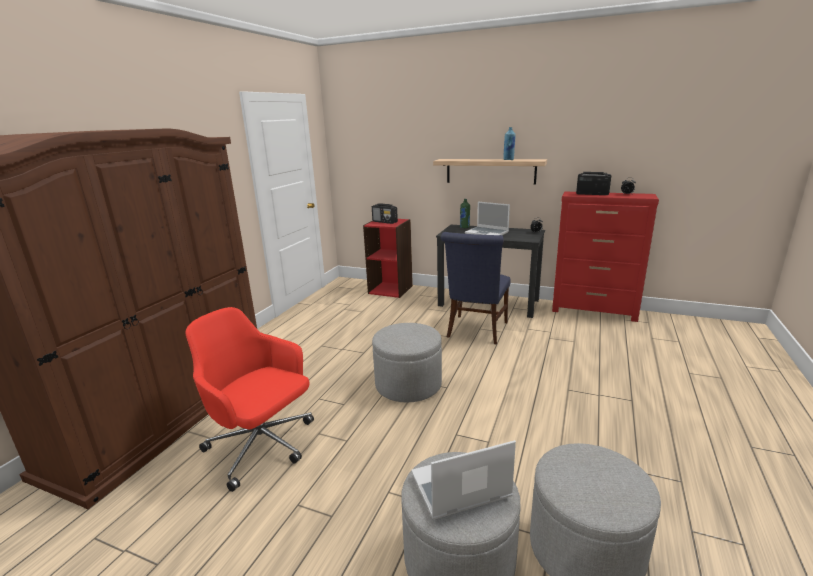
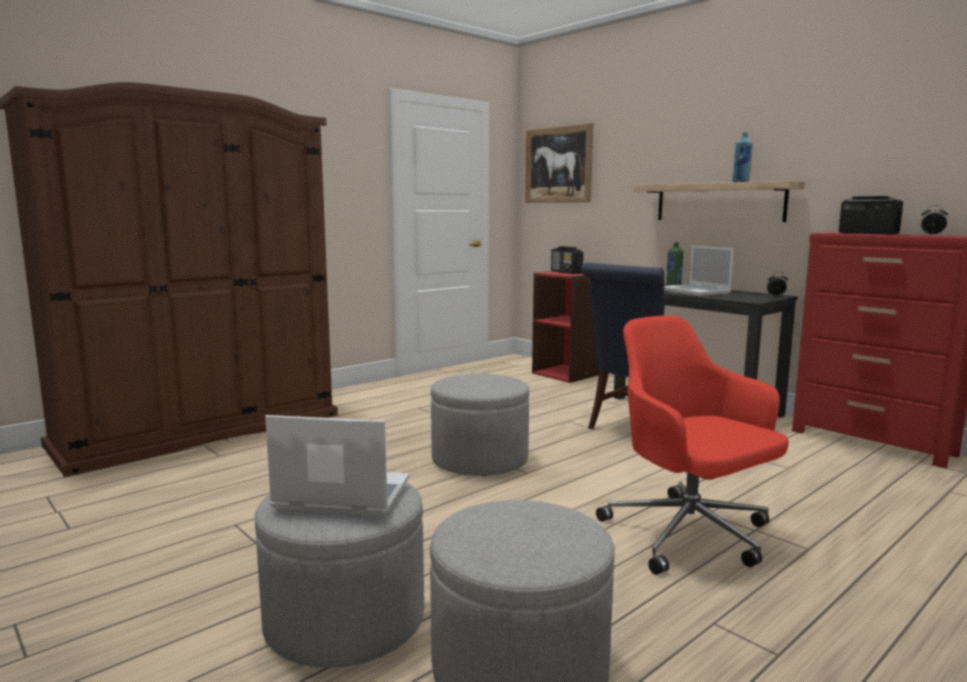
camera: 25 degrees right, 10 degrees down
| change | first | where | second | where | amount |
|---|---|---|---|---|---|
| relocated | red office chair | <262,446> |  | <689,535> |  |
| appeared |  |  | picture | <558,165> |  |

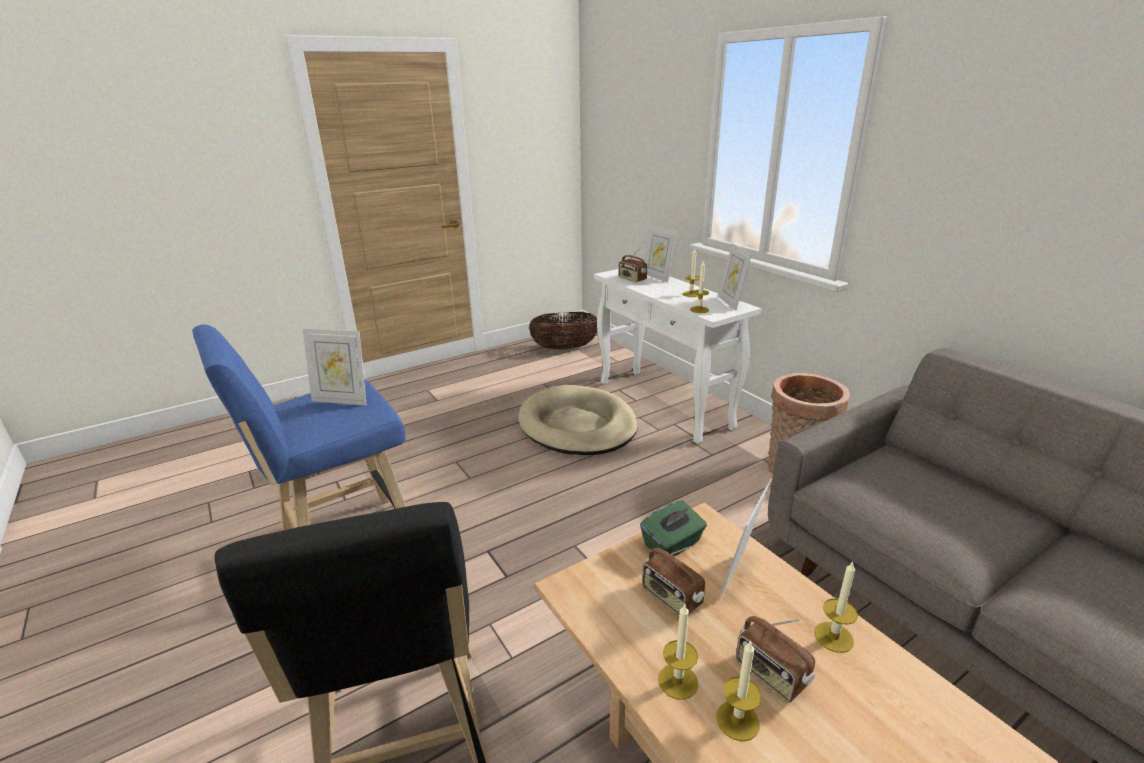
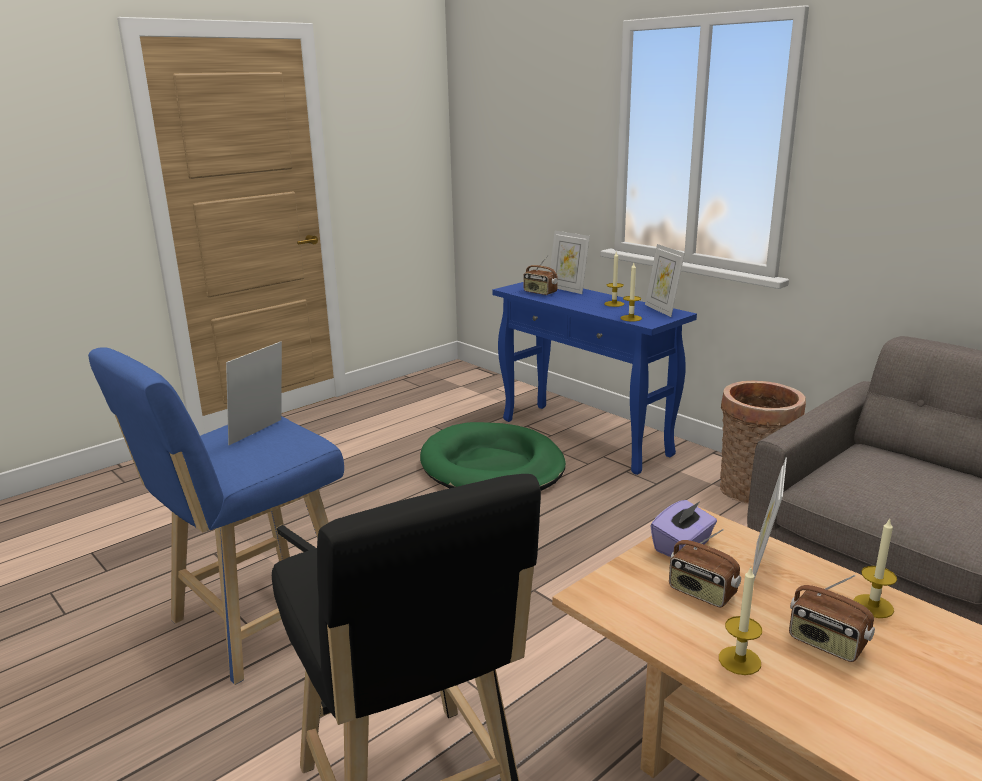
camera: 10 degrees left, 5 degrees down
| change | first | where | second | where | amount |
|---|---|---|---|---|---|
| colour | white console table | <665,405> | blue console table | <586,437> |  |
| missing | basket | <564,348> |  |  |  |
| spun | picture frame | <342,400> |  | <261,433> | 120 degrees clockwise |
| colour | beige dog bed | <577,425> | green dog bed | <492,467> |  |
| colour | green tissue box | <672,544> | purple tissue box | <682,547> |  |
| missing | candle | <737,720> |  |  |  |

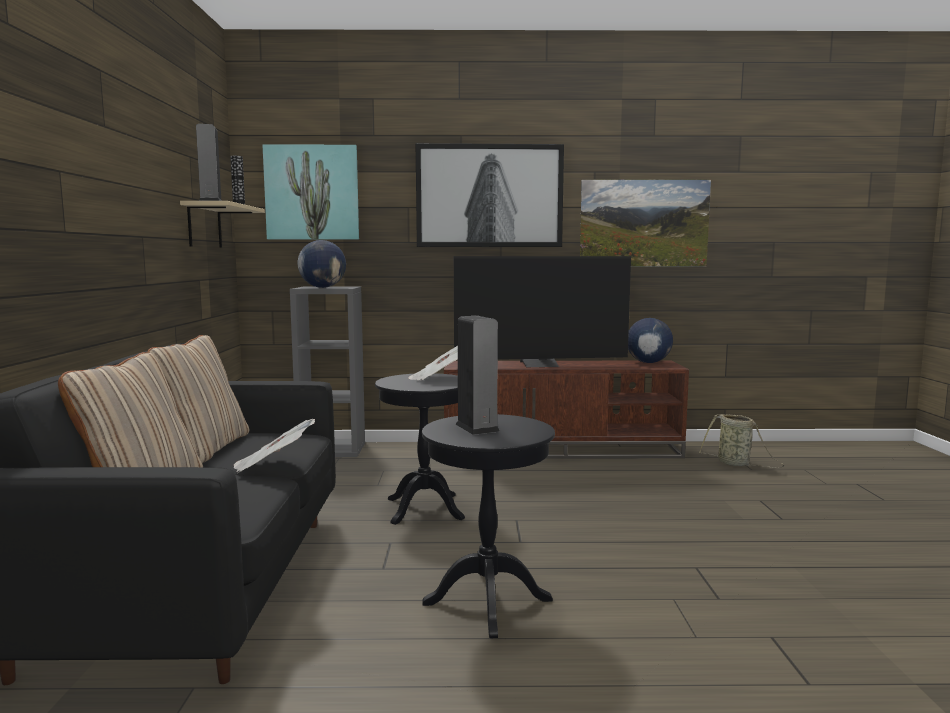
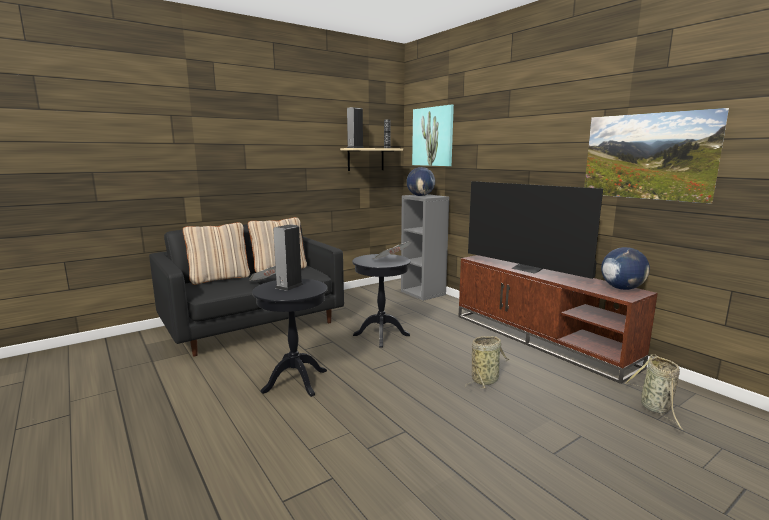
camera: 55 degrees right, 5 degrees up
| change | first | where | second | where | amount |
|---|---|---|---|---|---|
| missing | picture | <489,196> |  |  |  |
| appeared |  |  | basket | <486,380> |  |

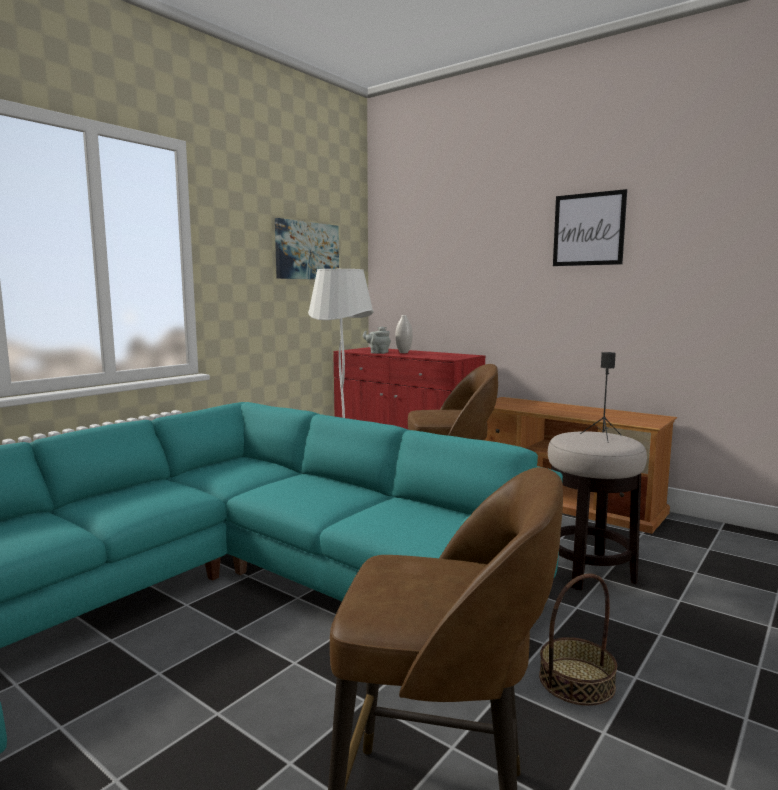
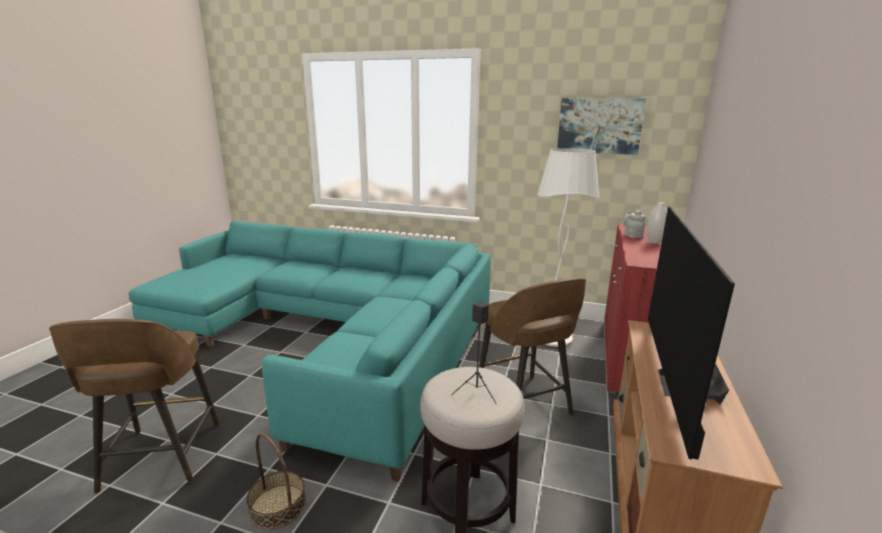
camera: 70 degrees right, 10 degrees up
| change | first | where | second | where | amount |
|---|---|---|---|---|---|
| missing | picture | <588,229> |  |  |  |
| appeared |  |  | television | <678,385> |  |

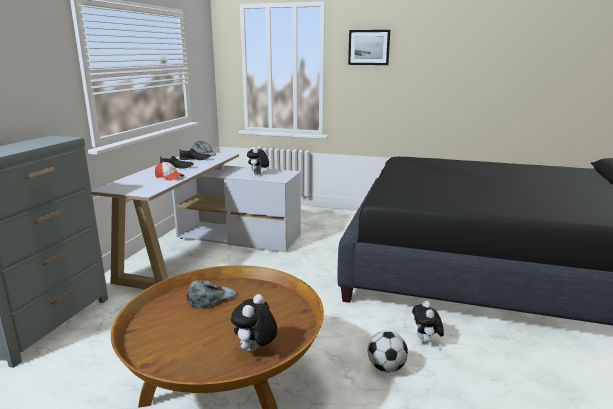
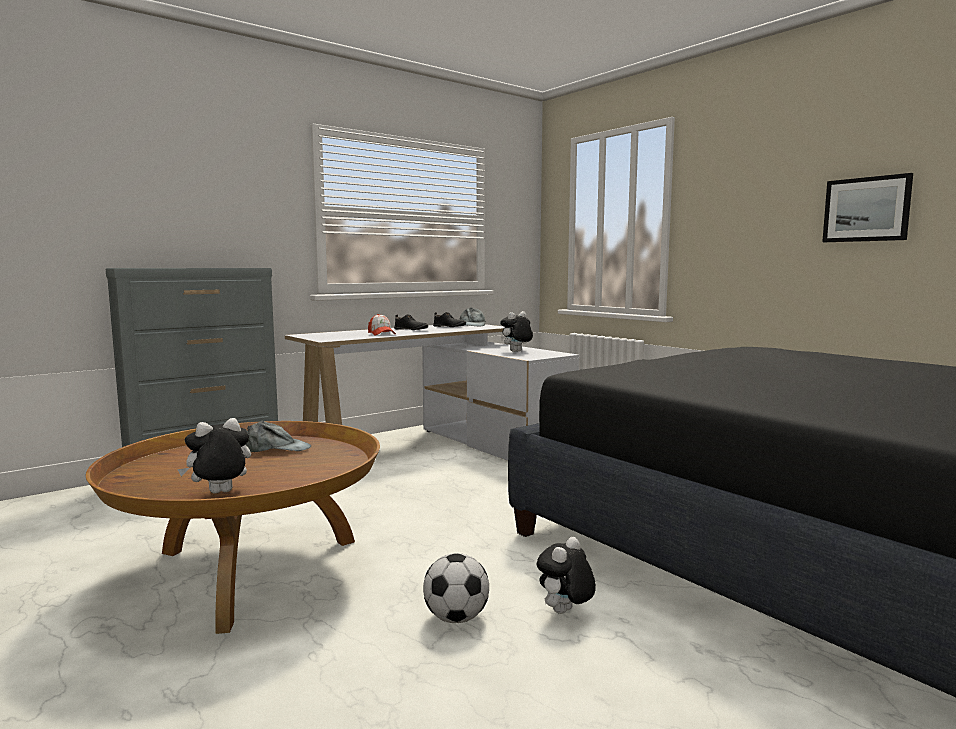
camera: 35 degrees right, 10 degrees down
| change | first | where | second | where | amount |
|---|---|---|---|---|---|
| relocated | picture | <369,47> |  | <866,209> |  |

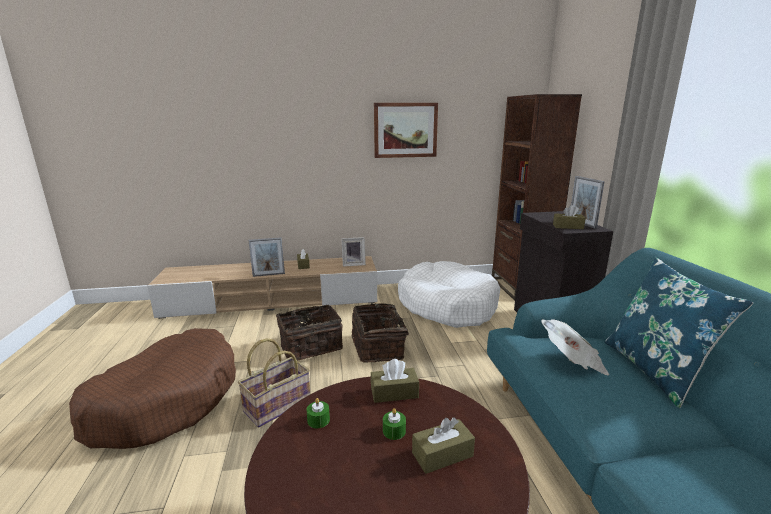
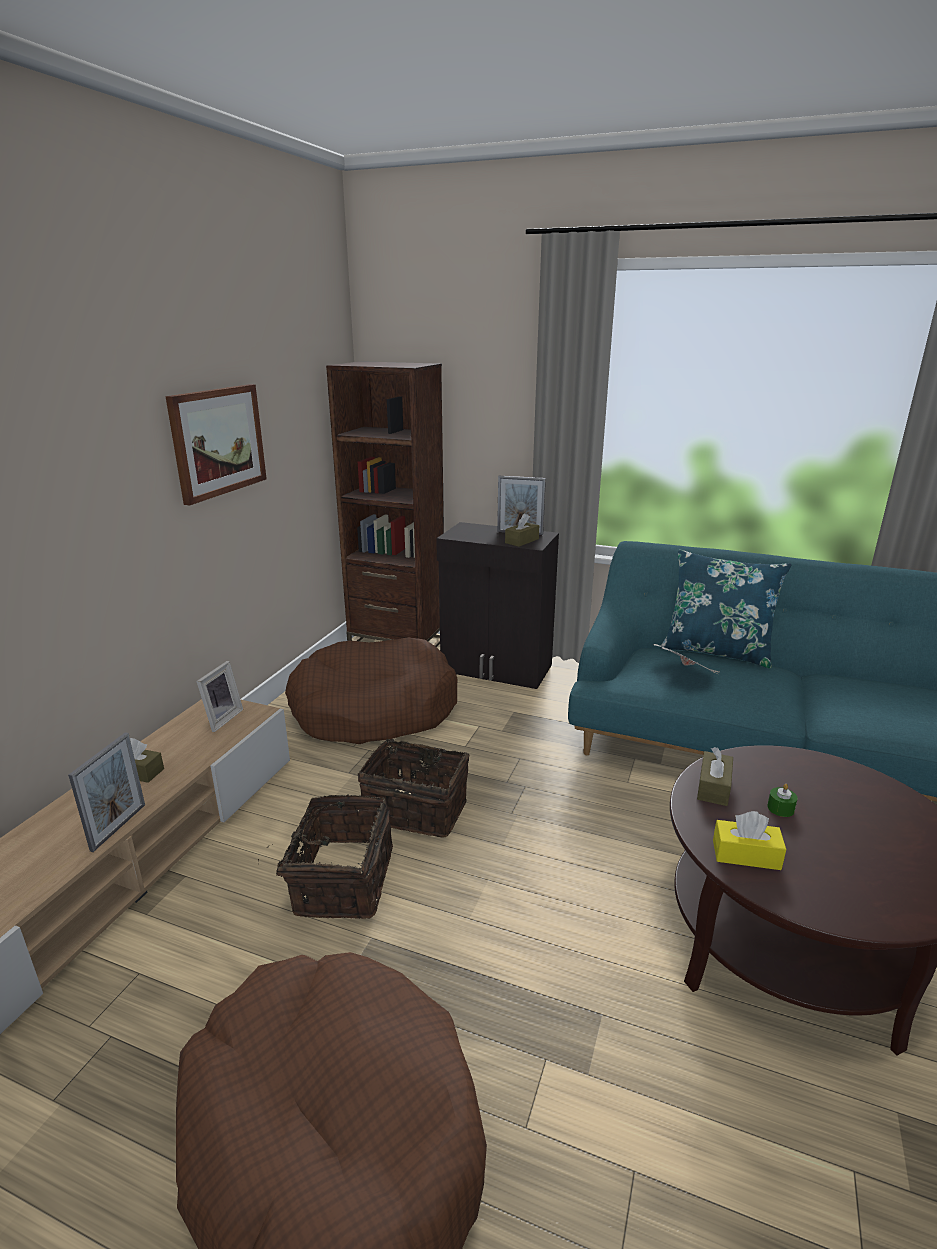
camera: 60 degrees left, 5 degrees up
| change | first | where | second | where | amount |
|---|---|---|---|---|---|
| colour | white dog bed | <447,305> | brown dog bed | <374,709> |  |
| missing | basket | <277,405> |  |  |  |
| exchanged | green candle | <318,420> | yellow tissue box | <746,855> |  |
| missing | brown tissue box | <442,454> |  |  |  |

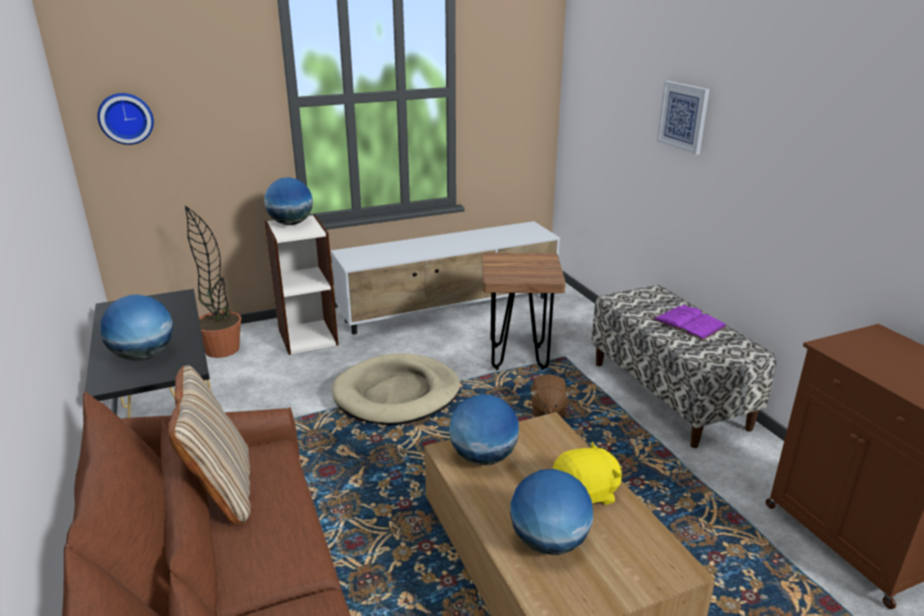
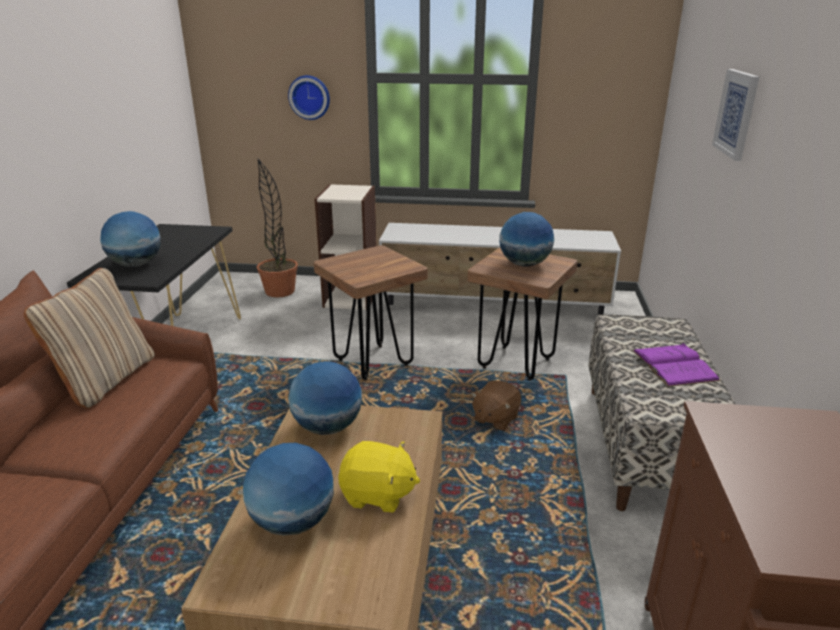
camera: 30 degrees right, 0 degrees up
| change | first | where | second | where | amount |
|---|---|---|---|---|---|
| relocated | wall clock | <126,118> |  | <310,97> |  |
| relocated | globe | <291,223> |  | <524,264> |  |
| exchanged | beige dog bed | <397,394> | brown stool | <373,363> |  |

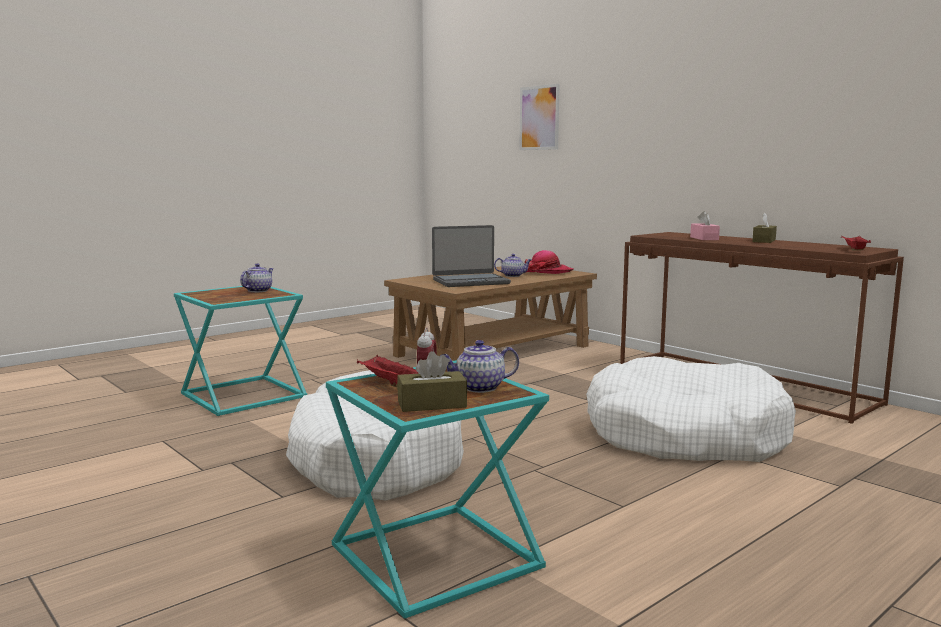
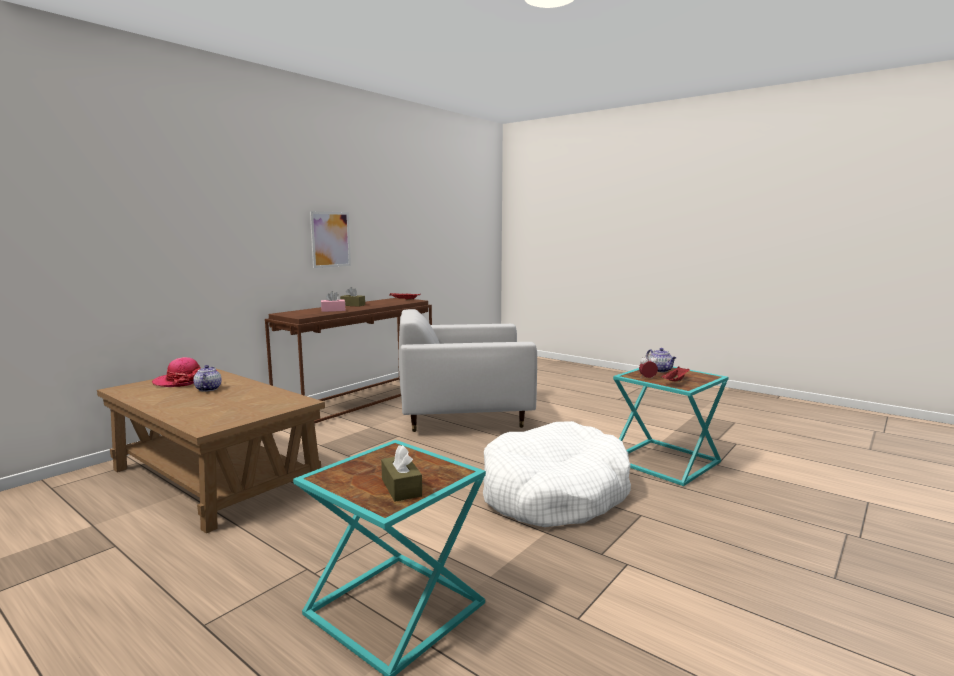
camera: 100 degrees left, 0 degrees up
| change | first | where | second | where | amount |
|---|---|---|---|---|---|
| relocated | picture | <539,118> |  | <330,239> |  |
| missing | laptop | <470,282> |  |  |  |
| missing | teapot | <258,290> |  |  |  |
| relocated | brown tissue box | <432,404> |  | <401,487> |  |
| exchanged | white dog bed | <684,435> | white armchair | <464,416> |  |

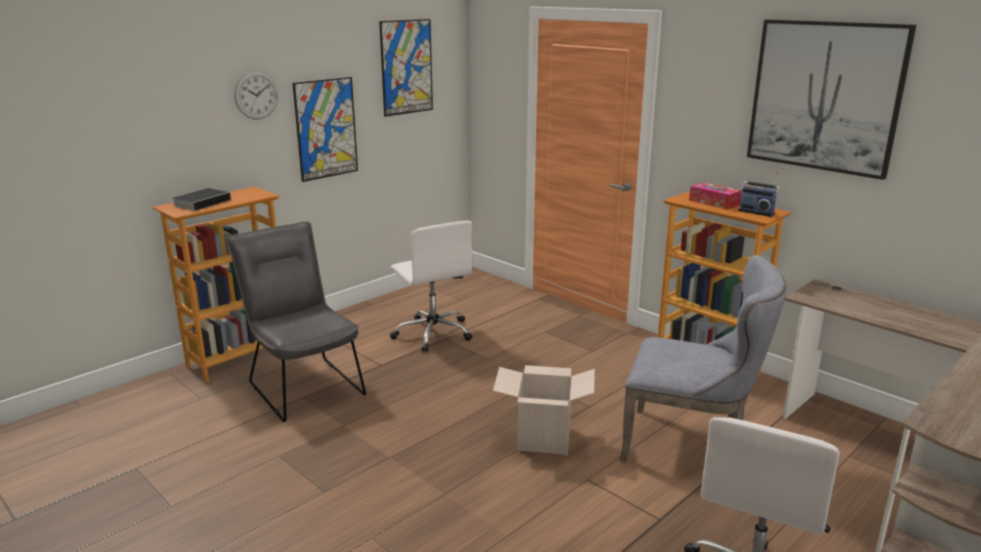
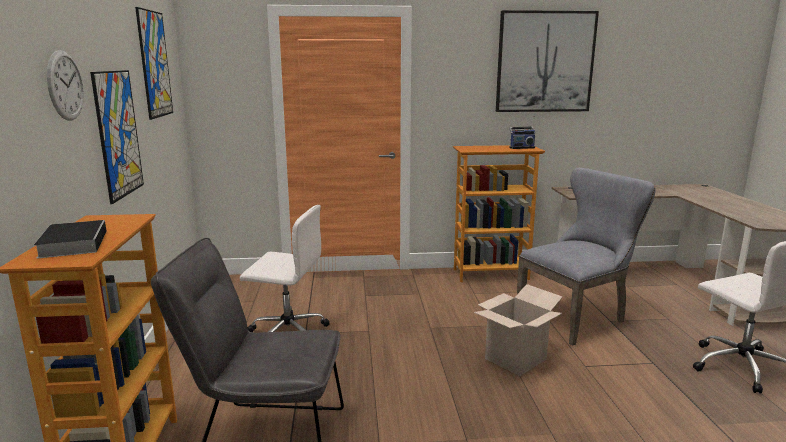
camera: 50 degrees left, 5 degrees down
| change | first | where | second | where | amount |
|---|---|---|---|---|---|
| missing | tissue box | <714,202> |  |  |  |

